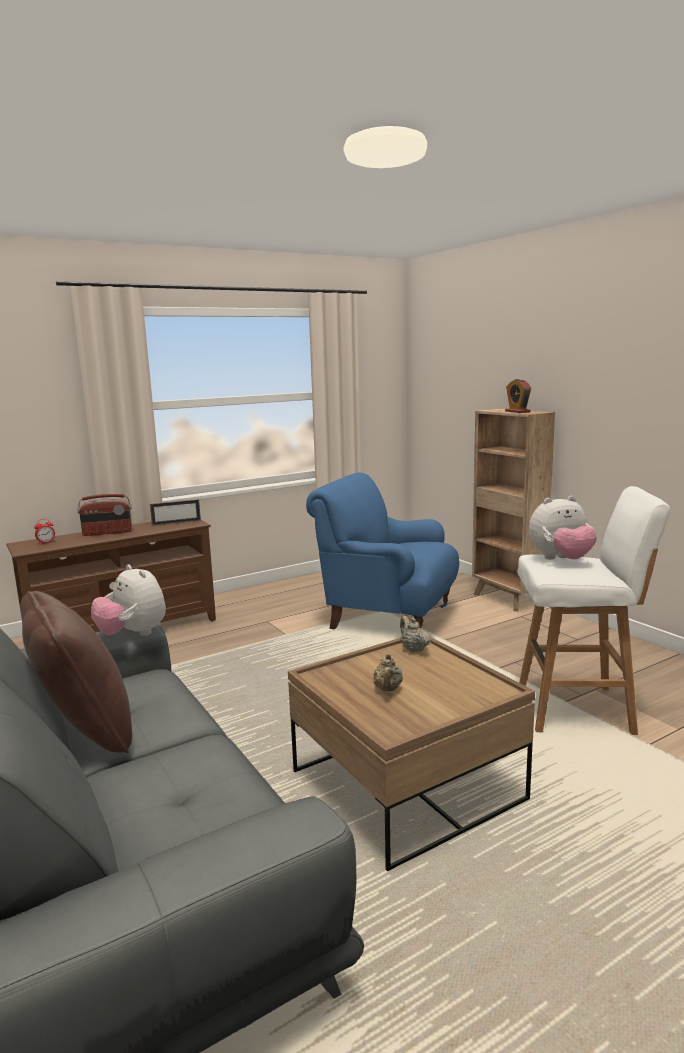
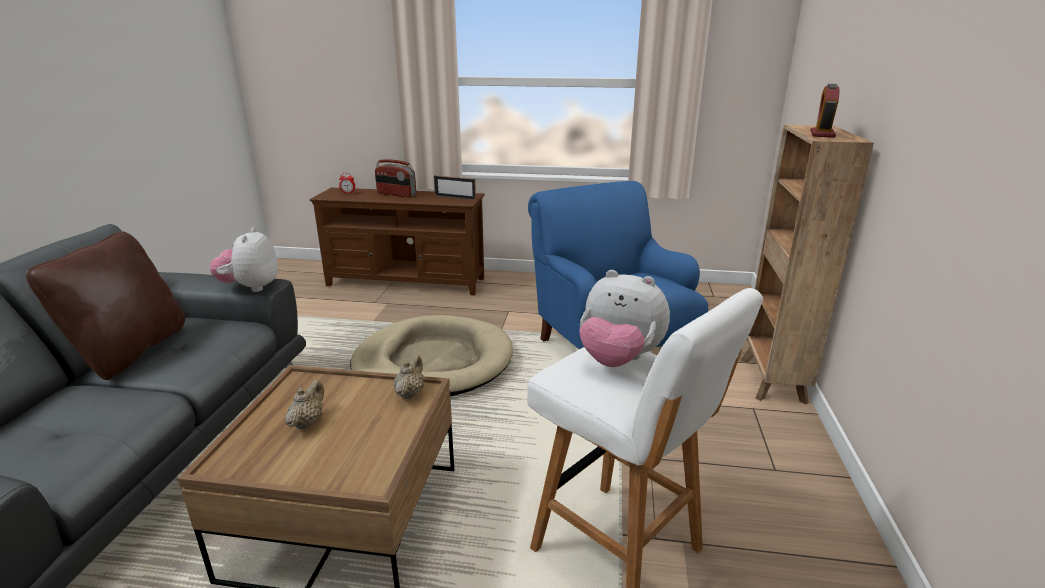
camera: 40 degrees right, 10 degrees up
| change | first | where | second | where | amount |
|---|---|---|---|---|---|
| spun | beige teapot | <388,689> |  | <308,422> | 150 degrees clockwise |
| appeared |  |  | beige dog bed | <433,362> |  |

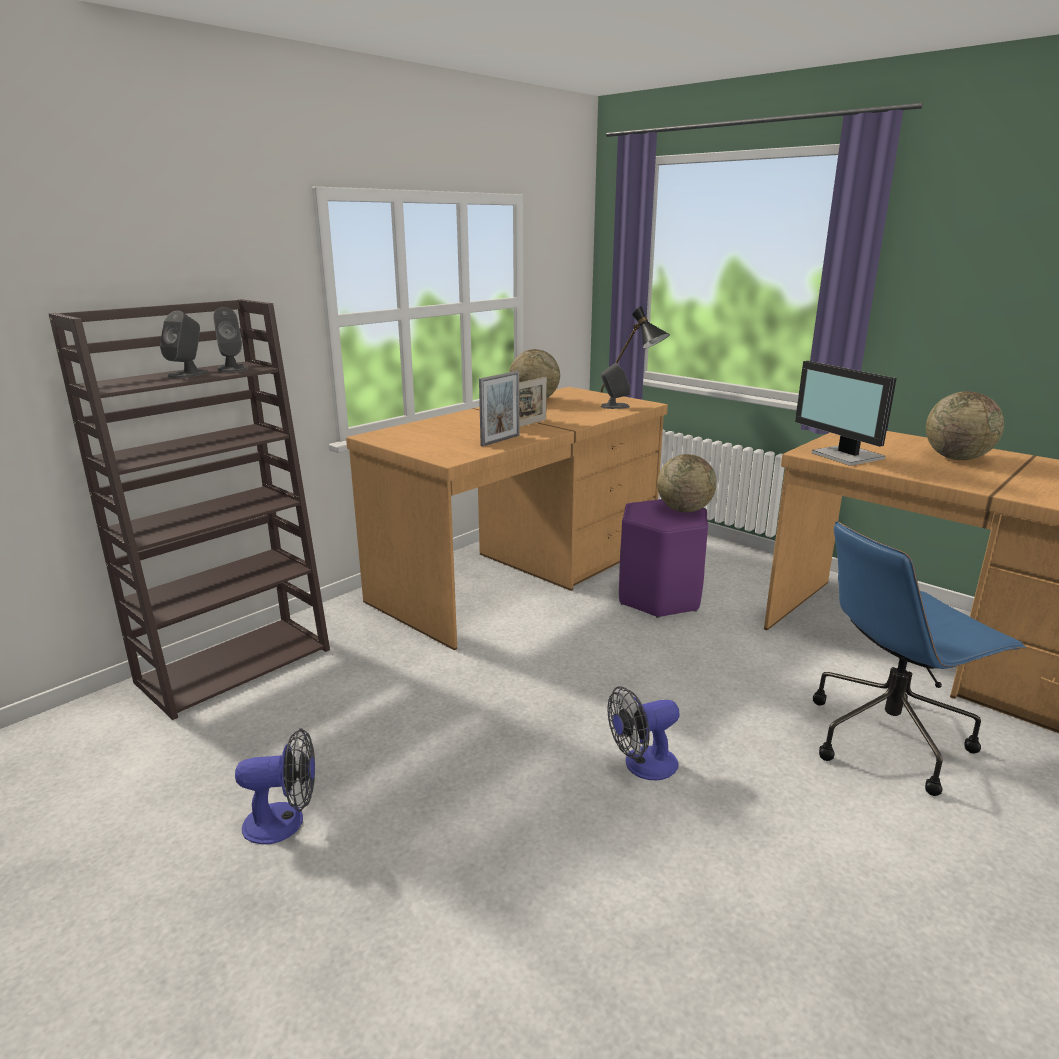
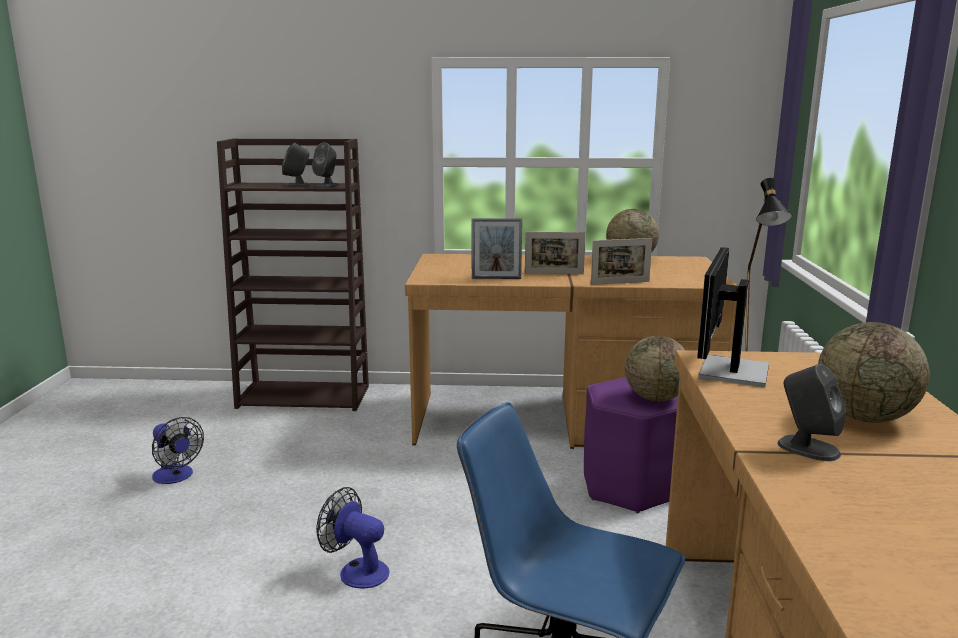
camera: 50 degrees right, 5 degrees down
| change | first | where | second | where | amount |
|---|---|---|---|---|---|
| relocated | grey speaker | <614,406> |  | <807,448> |  |
| appeared |  |  | picture frame | <620,283> |  |

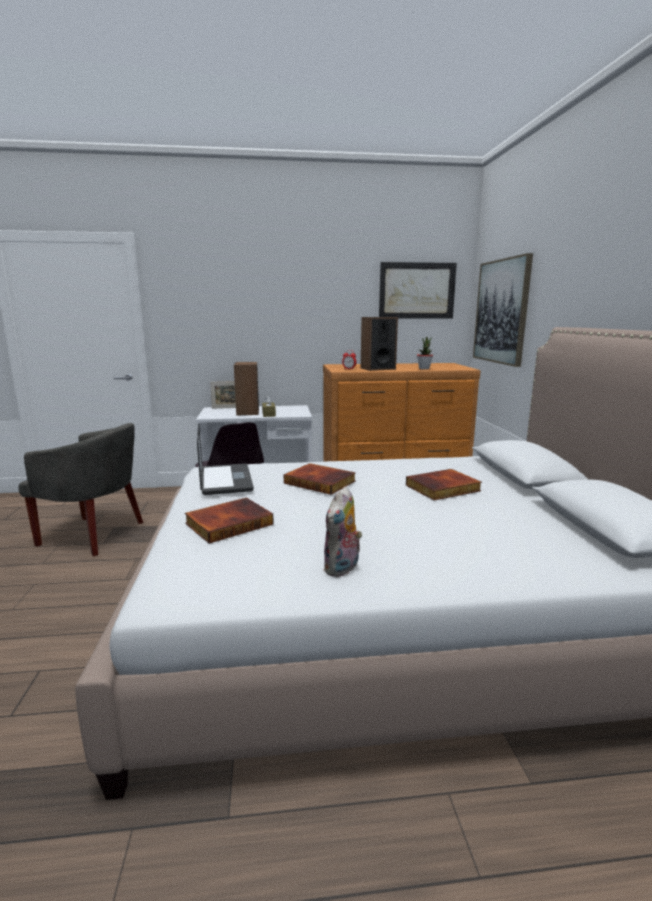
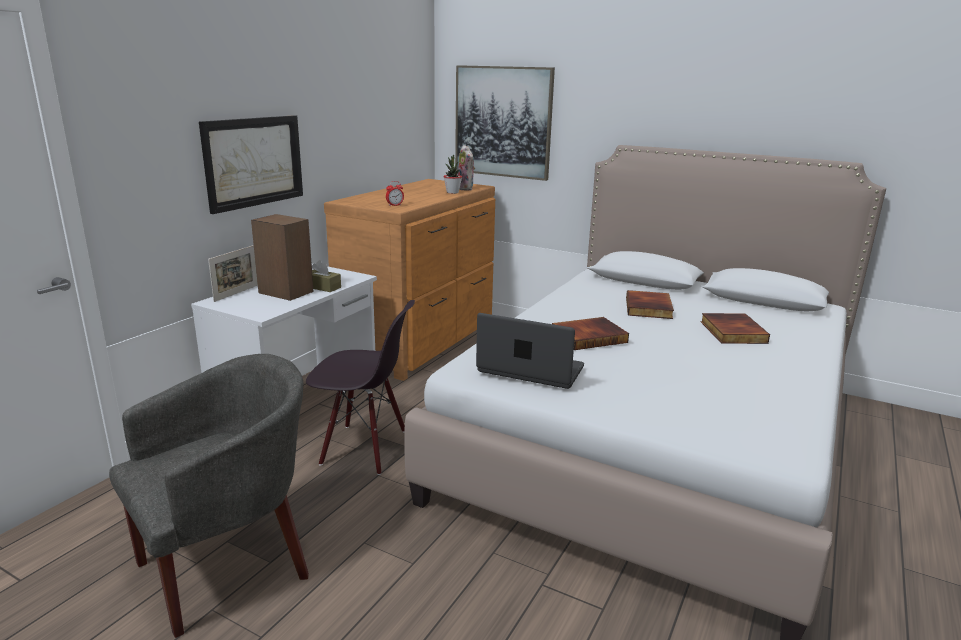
camera: 55 degrees left, 5 degrees up
| change | first | where | second | where | amount |
|---|---|---|---|---|---|
| relocated | picture | <416,291> |  | <254,161> |  |
| missing | speaker | <377,368> |  |  |  |
| relocated | plush toy | <342,568> |  | <466,189> |  |
| relocated | book | <229,523> |  | <731,332> |  |

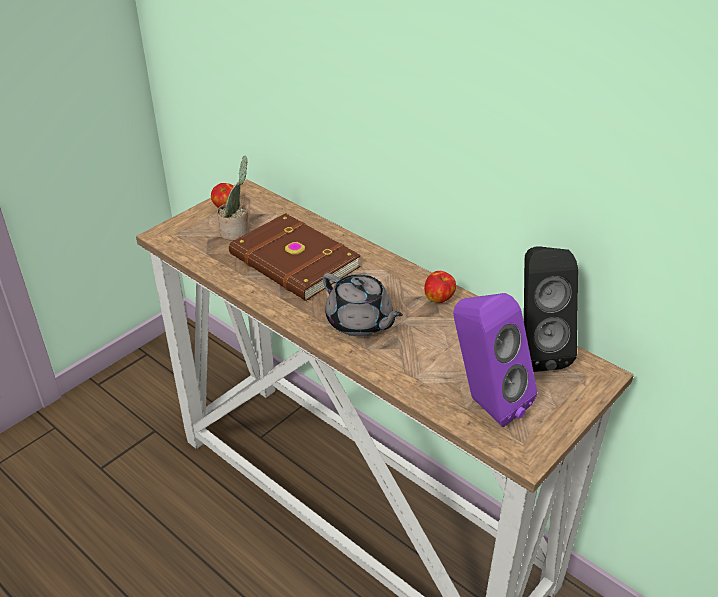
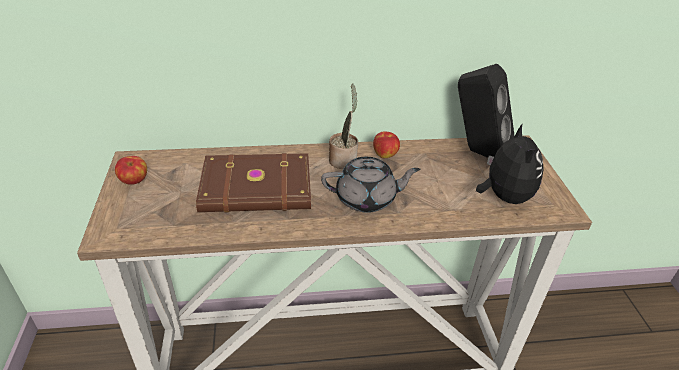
camera: 50 degrees left, 0 degrees up
| change | first | where | second | where | amount |
|---|---|---|---|---|---|
| relocated | potted plant | <237,232> |  | <343,159> |  |
| exchanged | purple speaker | <484,402> | plush toy | <503,196> |  |

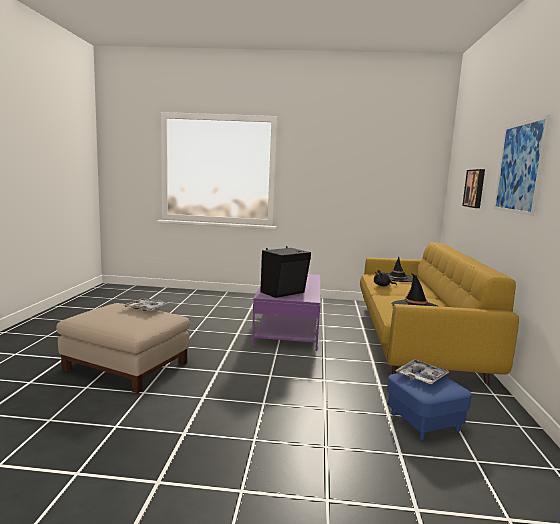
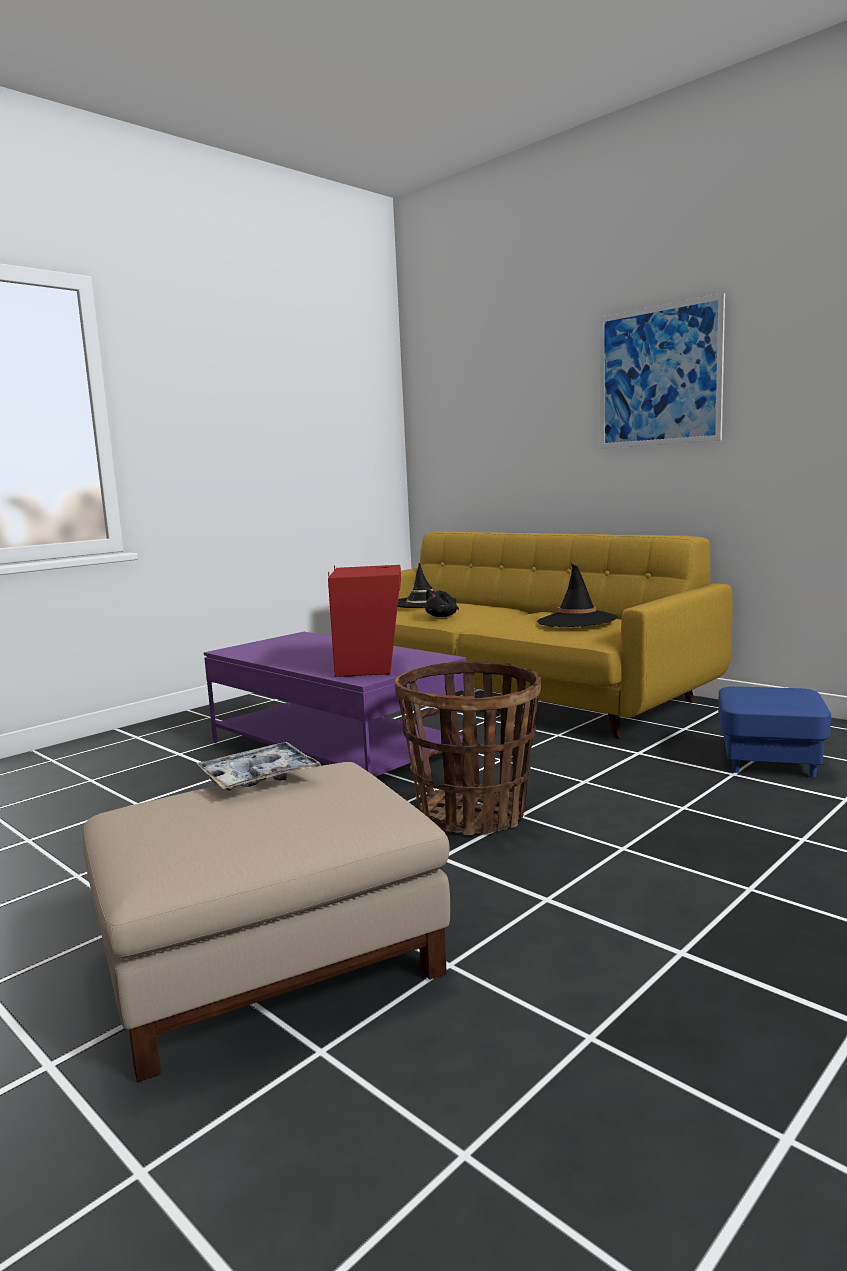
camera: 50 degrees left, 0 degrees up
| change | first | where | second | where | amount |
|---|---|---|---|---|---|
| missing | picture | <475,188> |  |  |  |
| colour | black speaker | <284,292> | red speaker | <370,664> |  |
| missing | tray | <421,376> |  |  |  |
| appeared |  |  | basket | <472,813> |  |

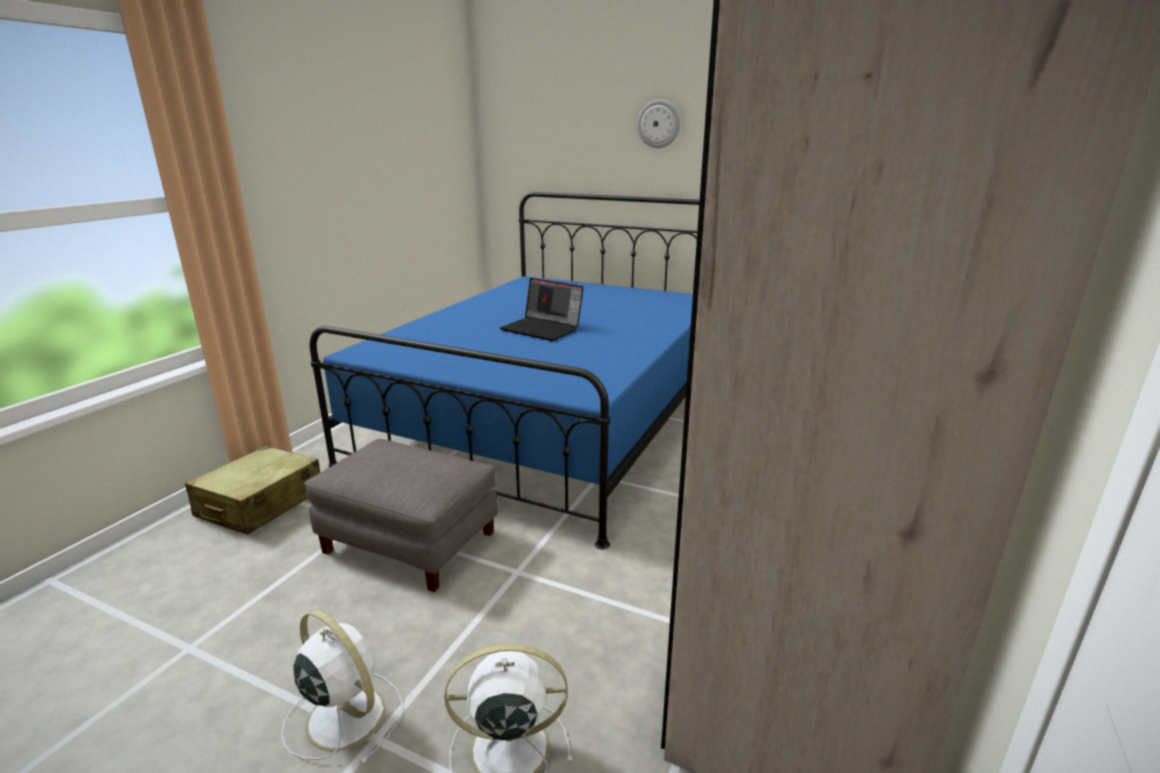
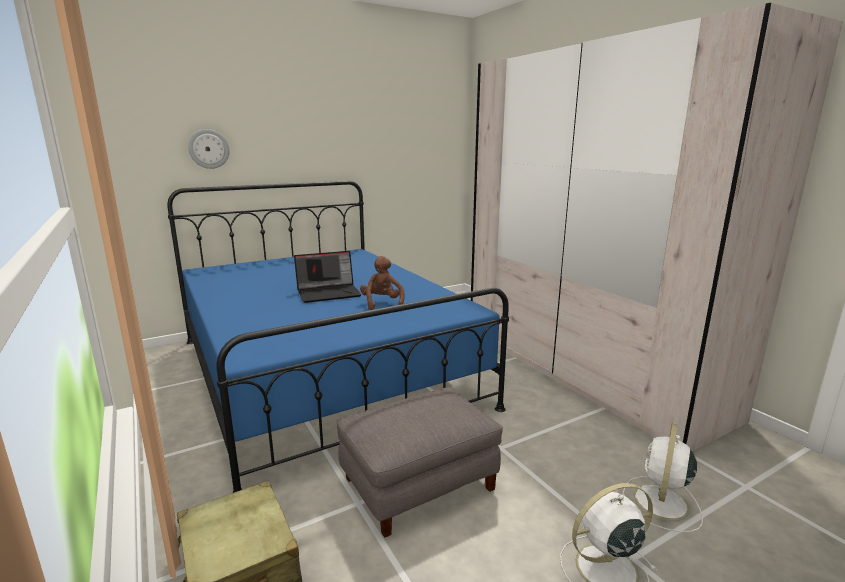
camera: 55 degrees left, 5 degrees down
| change | first | where | second | where | amount |
|---|---|---|---|---|---|
| relocated | wall clock | <659,124> |  | <209,149> |  |
| appeared |  |  | brown plush toy | <382,304> |  |

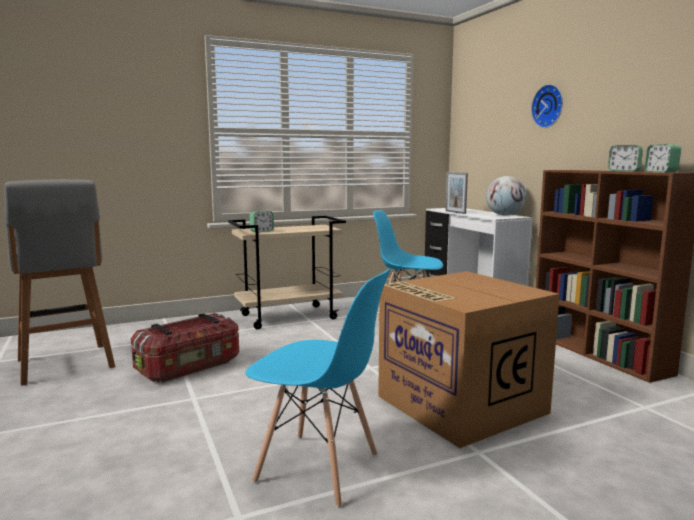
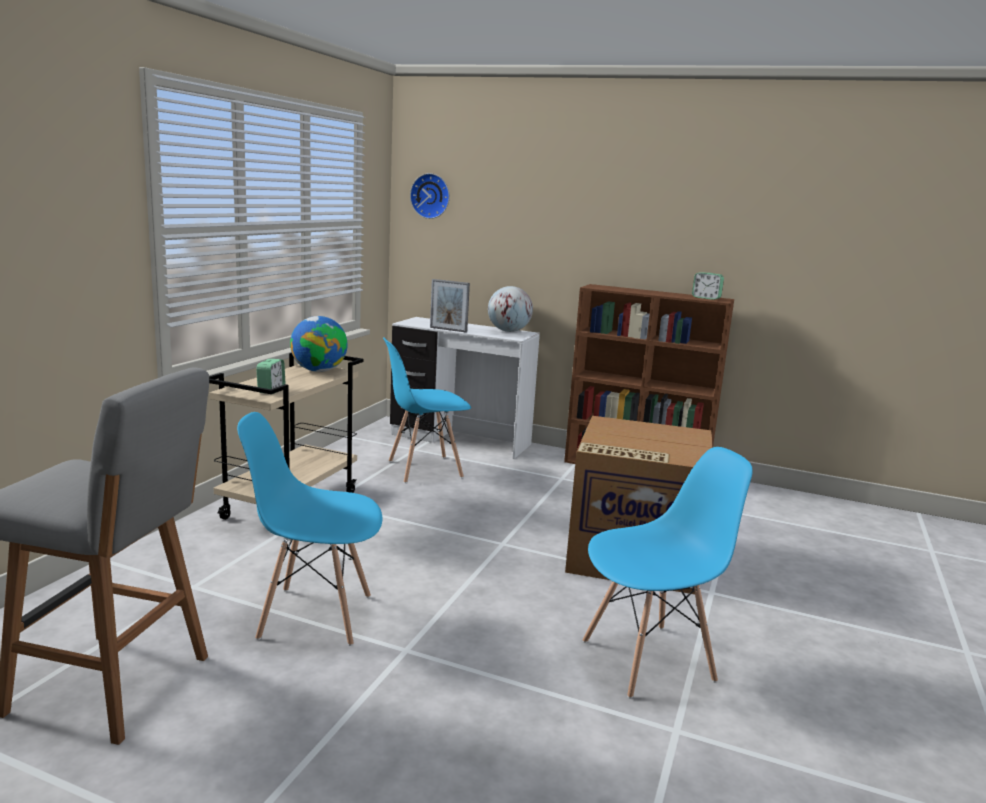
camera: 45 degrees left, 5 degrees up
| change | first | where | second | where | amount |
|---|---|---|---|---|---|
| relocated | wall clock | <549,106> |  | <431,196> |  |
| missing | alarm clock | <624,171> |  |  |  |
| exchanged | storage box | <190,367> | blue chair | <314,616> |  |
| appeared |  |  | globe | <319,371> |  |

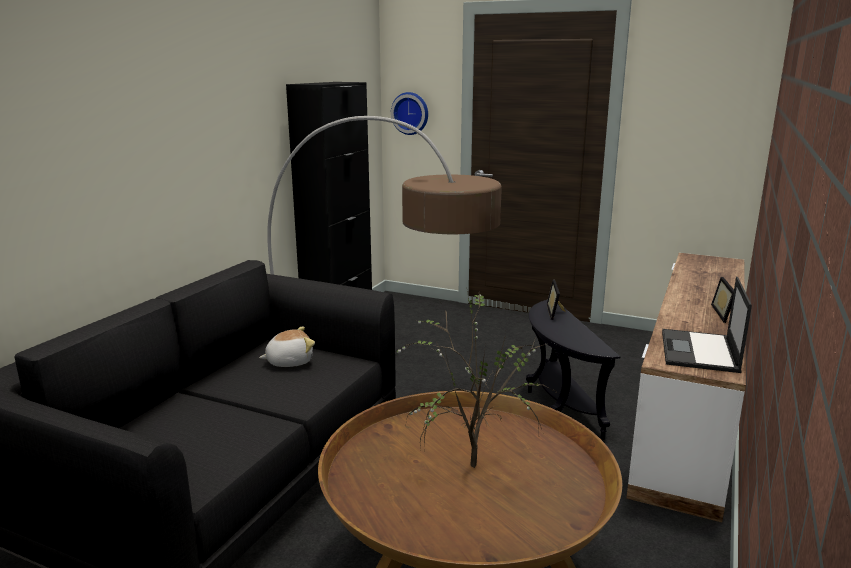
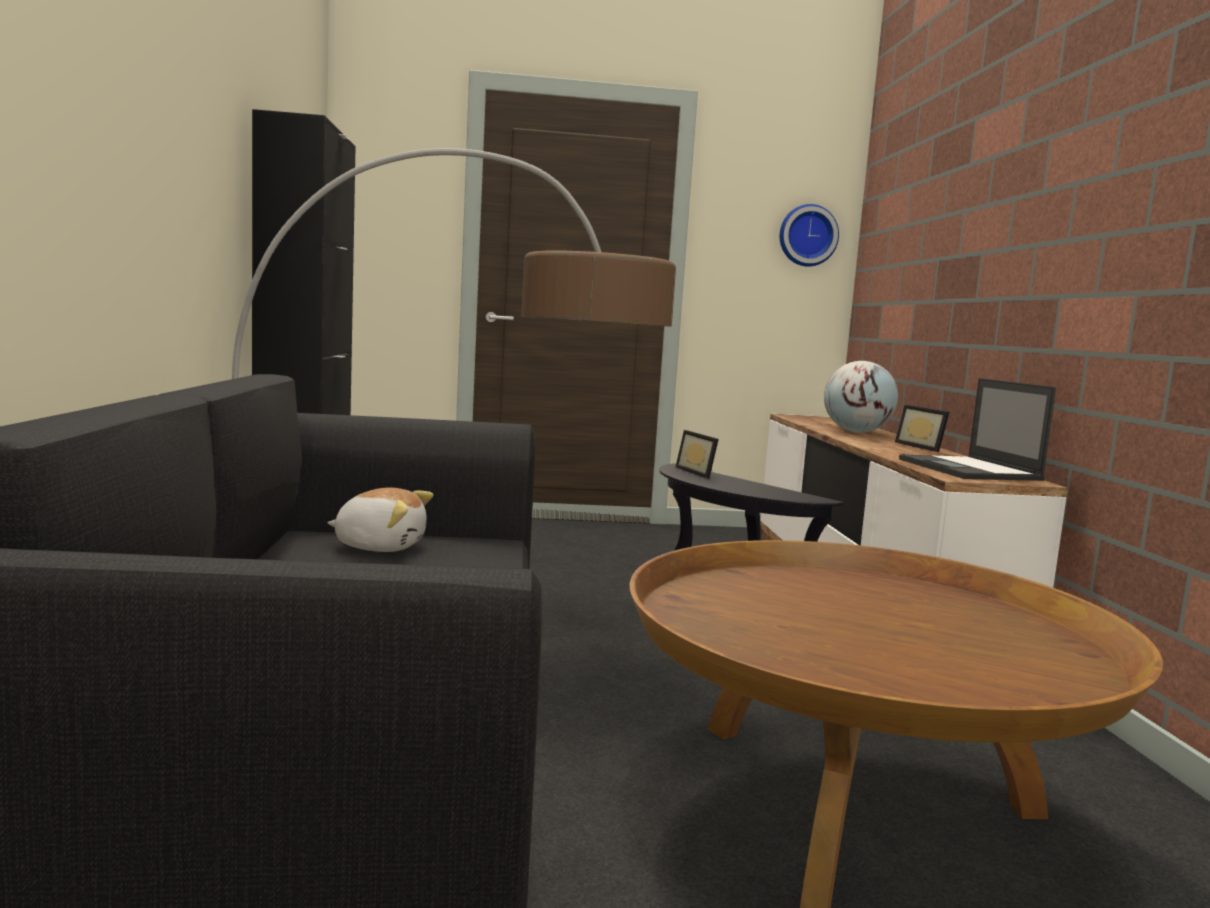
camera: 30 degrees left, 10 degrees down
| change | first | where | second | where | amount |
|---|---|---|---|---|---|
| relocated | wall clock | <411,113> |  | <807,236> |  |
| missing | potted plant | <469,463> |  |  |  |
| spun | plush toy | <289,361> |  | <380,546> | 60 degrees clockwise |
| appeared |  |  | globe | <856,432> |  |

